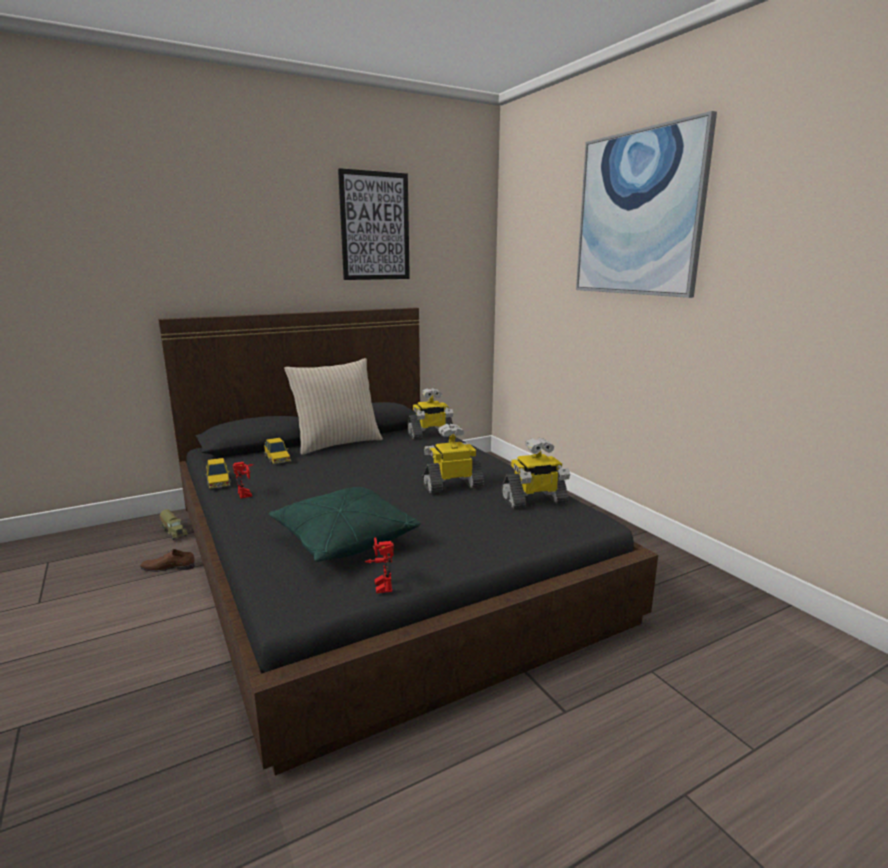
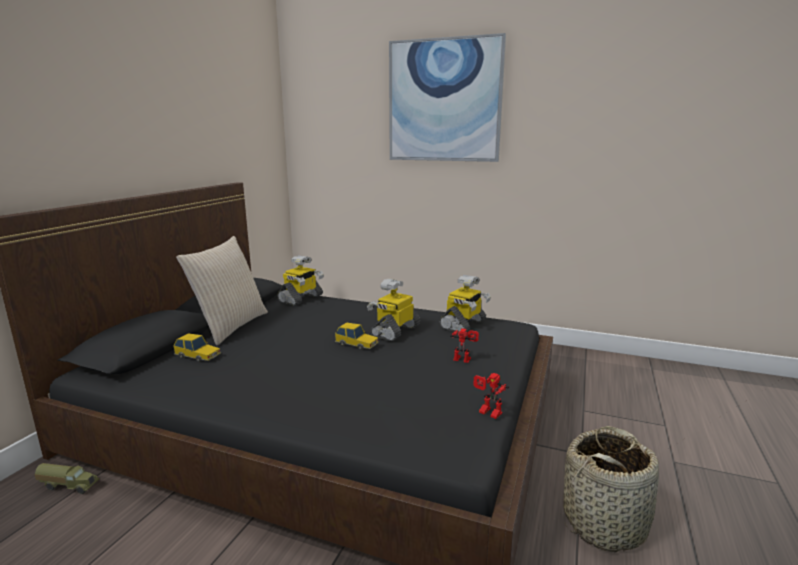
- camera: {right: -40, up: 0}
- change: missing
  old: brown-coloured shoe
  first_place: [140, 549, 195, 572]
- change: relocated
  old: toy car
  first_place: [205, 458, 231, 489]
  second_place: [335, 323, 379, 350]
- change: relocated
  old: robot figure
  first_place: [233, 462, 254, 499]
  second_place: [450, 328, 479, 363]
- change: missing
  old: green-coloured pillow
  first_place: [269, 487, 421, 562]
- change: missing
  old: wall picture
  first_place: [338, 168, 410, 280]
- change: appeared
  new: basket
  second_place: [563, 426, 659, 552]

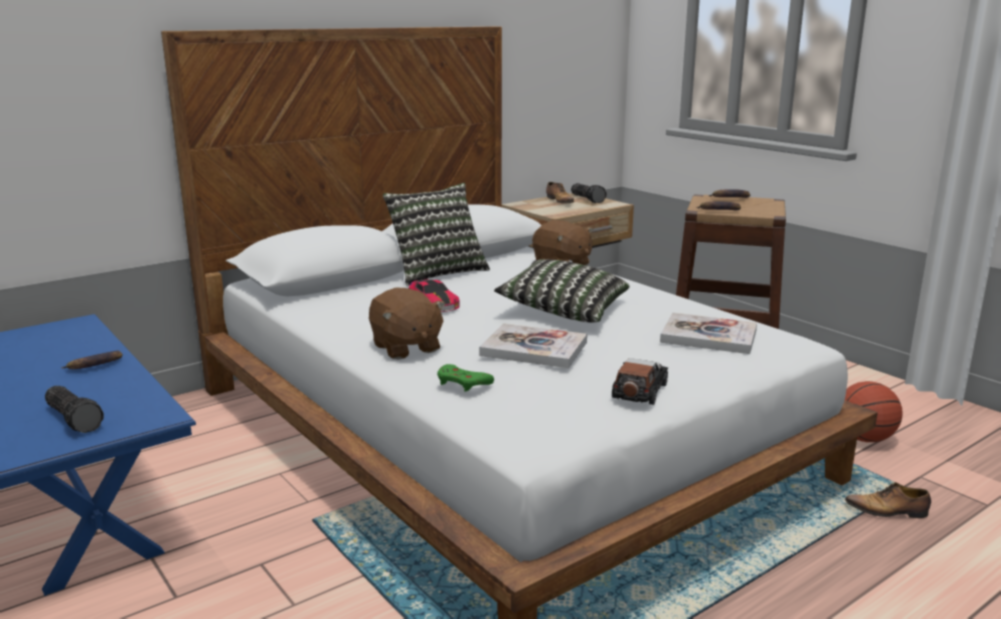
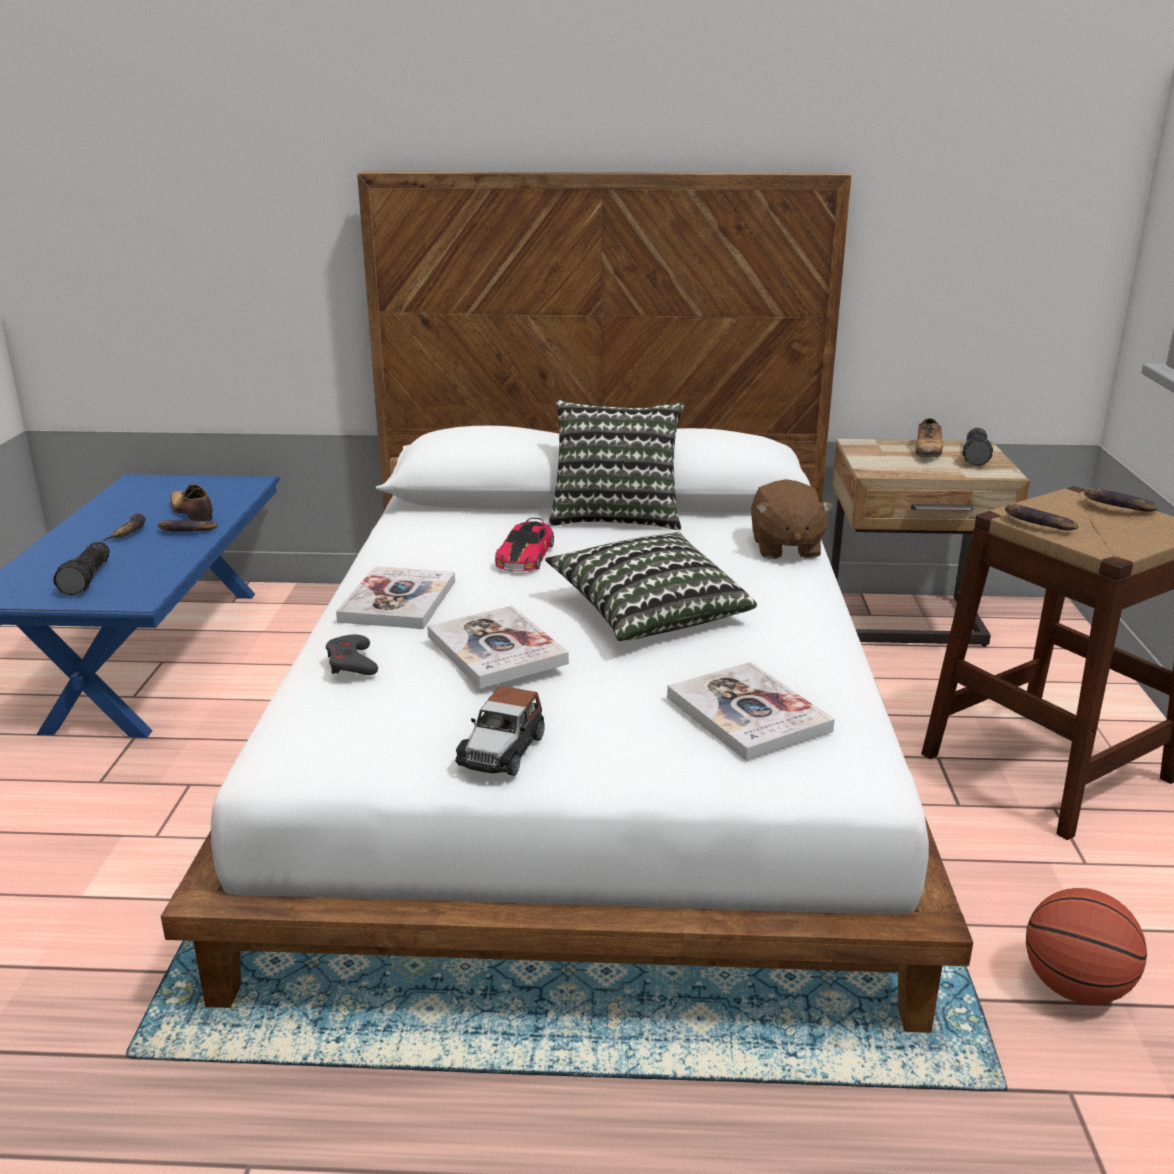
- camera: {right: 40, up: 5}
- change: exchanged
  old: brown-coloured cuddly toy
  new: book
  first_place: [369, 288, 445, 360]
  second_place: [336, 566, 455, 629]
- change: colour
  old: green-coloured game controller
  new: grey game controller
  first_place: [437, 364, 494, 392]
  second_place: [326, 634, 378, 675]
- change: spun
  old: toy car
  first_place: [612, 358, 668, 405]
  second_place: [455, 686, 545, 776]
  degrees: 135
- change: relocated
  old: shoe
  first_place: [845, 482, 931, 518]
  second_place: [171, 484, 213, 521]
- change: appeared
  new: banana
  second_place: [100, 514, 146, 542]

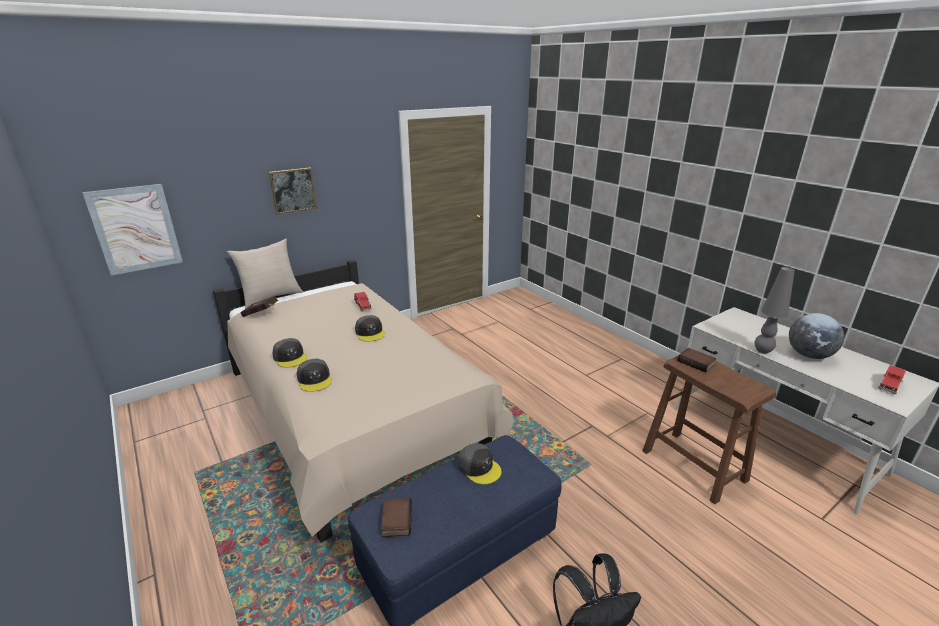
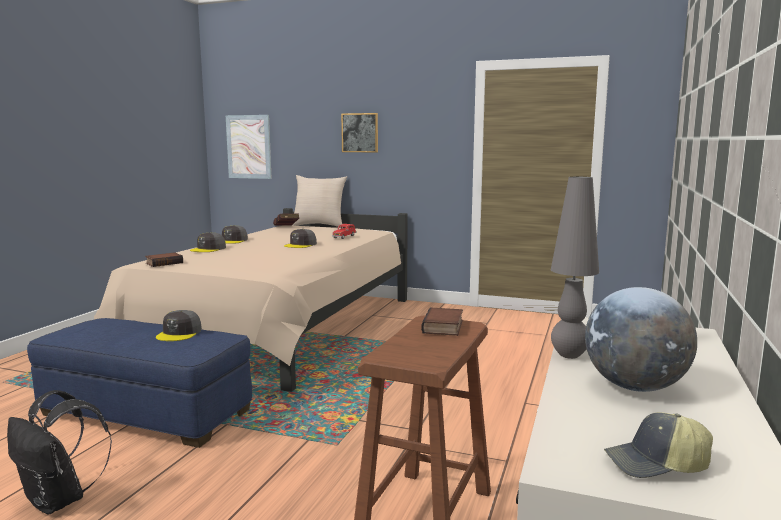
- camera: {right: 55, up: -15}
- change: relocated
  old: book
  first_place: [381, 498, 412, 537]
  second_place: [145, 252, 183, 267]
- change: exchanged
  old: red-coloured toy car
  new: cap
  first_place: [878, 365, 906, 394]
  second_place: [604, 412, 713, 478]

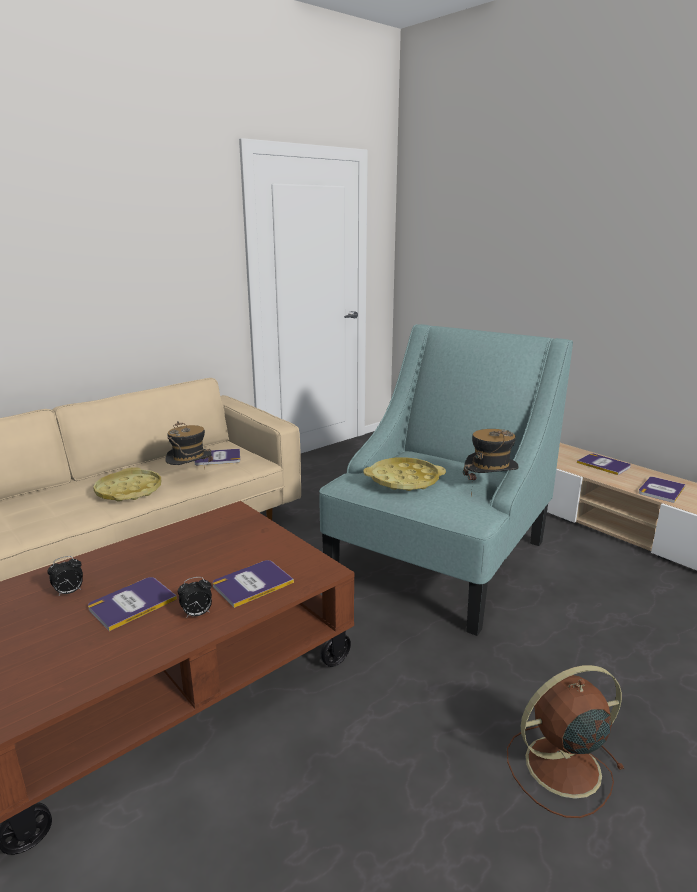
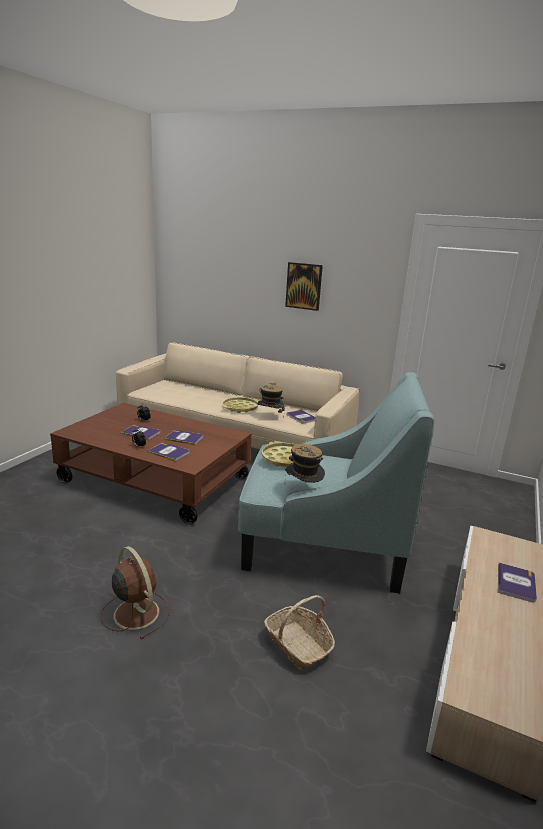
- camera: {right: 65, up: 0}
- change: relocated
  old: book
  first_place: [638, 477, 686, 503]
  second_place: [164, 430, 203, 445]
- change: appeared
  new: basket
  second_place: [264, 595, 335, 670]
- change: appeared
  new: wall picture
  second_place: [285, 262, 323, 311]

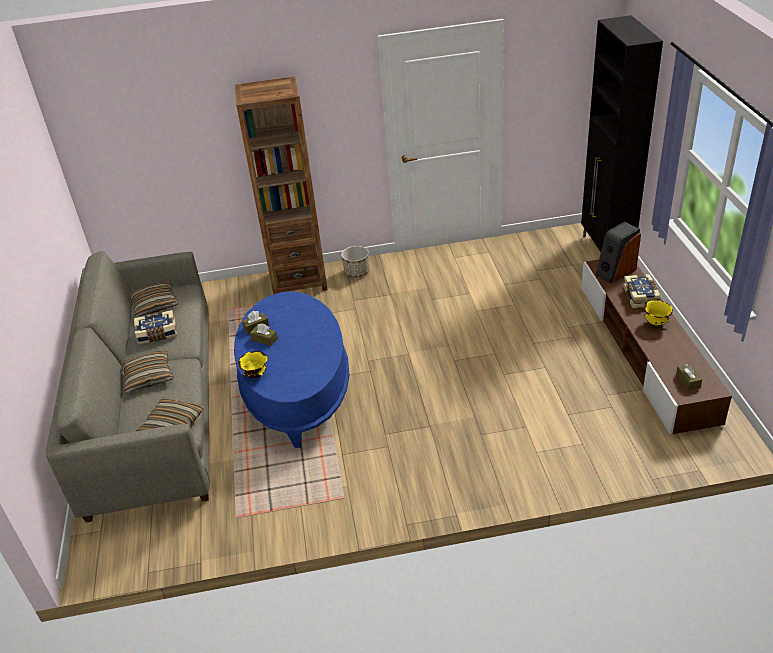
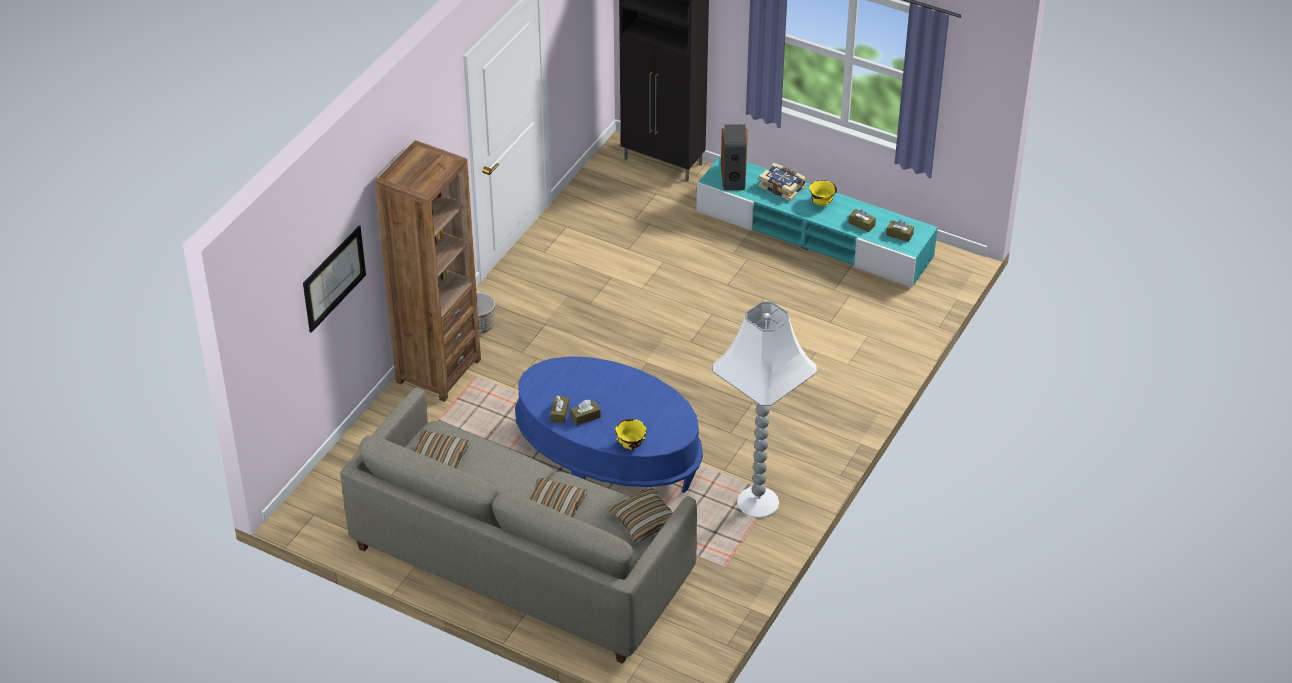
- camera: {right: -55, up: 5}
- change: missing
  old: book
  first_place: [134, 310, 177, 344]
- change: colour
  old: brown-coloured media console
  new: turquoise media console
  first_place: [581, 260, 732, 435]
  second_place: [696, 155, 938, 287]
- change: appeared
  new: wall picture
  second_place: [303, 226, 366, 333]
- change: appeared
  new: whitish standard lamp
  second_place: [713, 301, 817, 518]
- change: appeared
  new: brown-coloured tissue holder
  second_place: [848, 209, 876, 232]

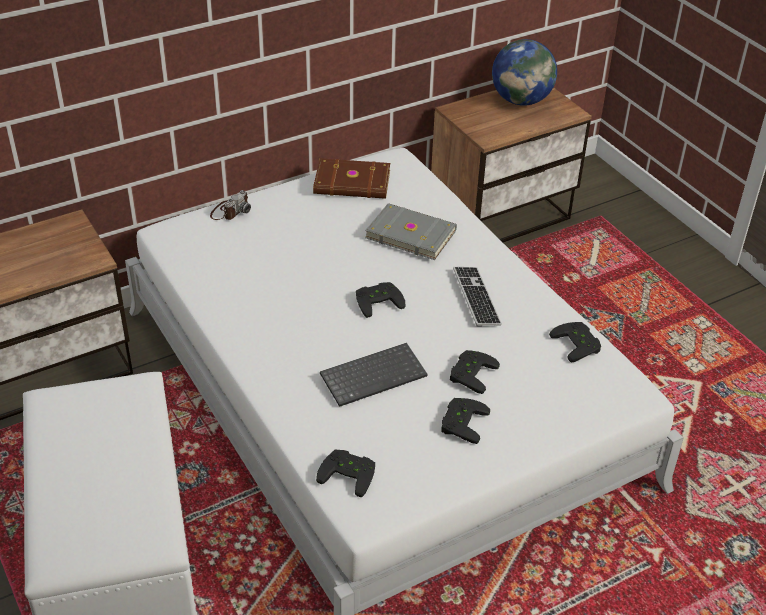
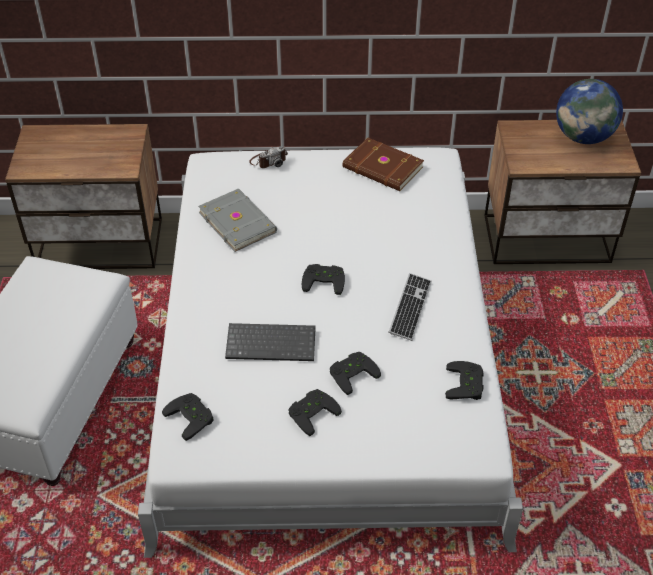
- camera: {right: 30, up: 5}
- change: relocated
  old: grey book
  first_place: [365, 203, 457, 260]
  second_place: [198, 189, 277, 252]

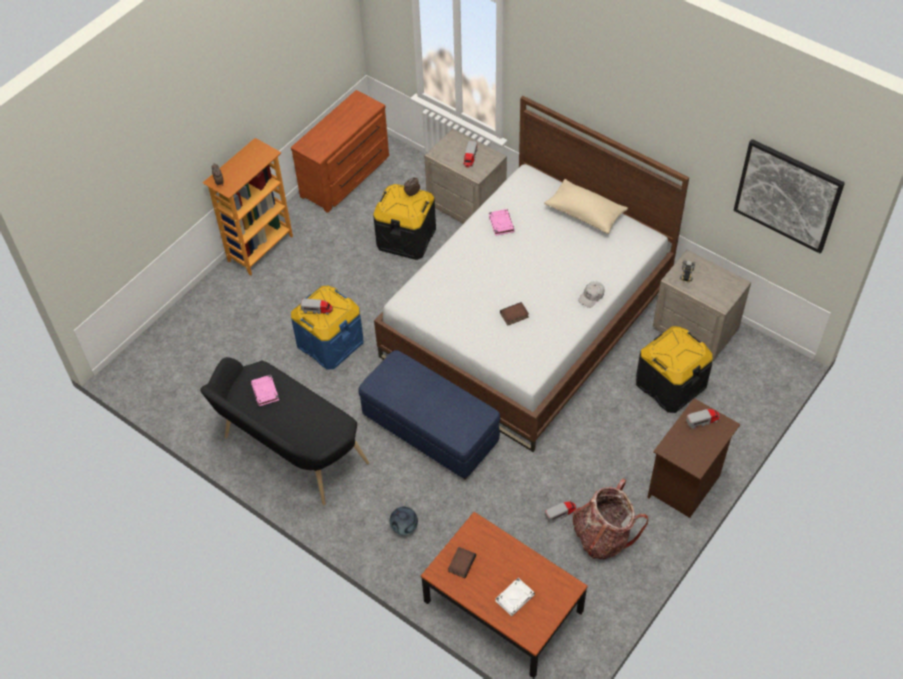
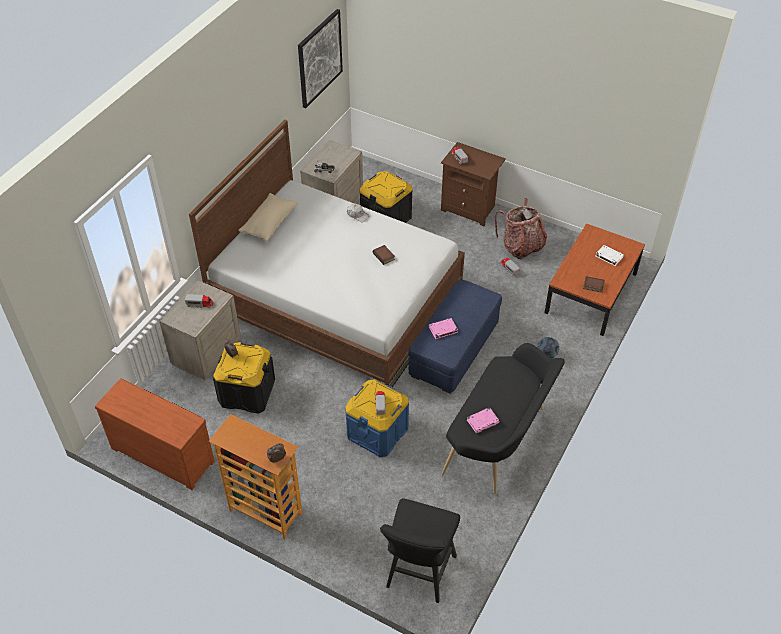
- camera: {right: -100, up: -5}
- change: relocated
  old: pinkish book
  first_place: [489, 209, 515, 236]
  second_place: [429, 318, 458, 339]
- change: appeared
  new: blackish sitting stool
  second_place: [380, 498, 460, 603]

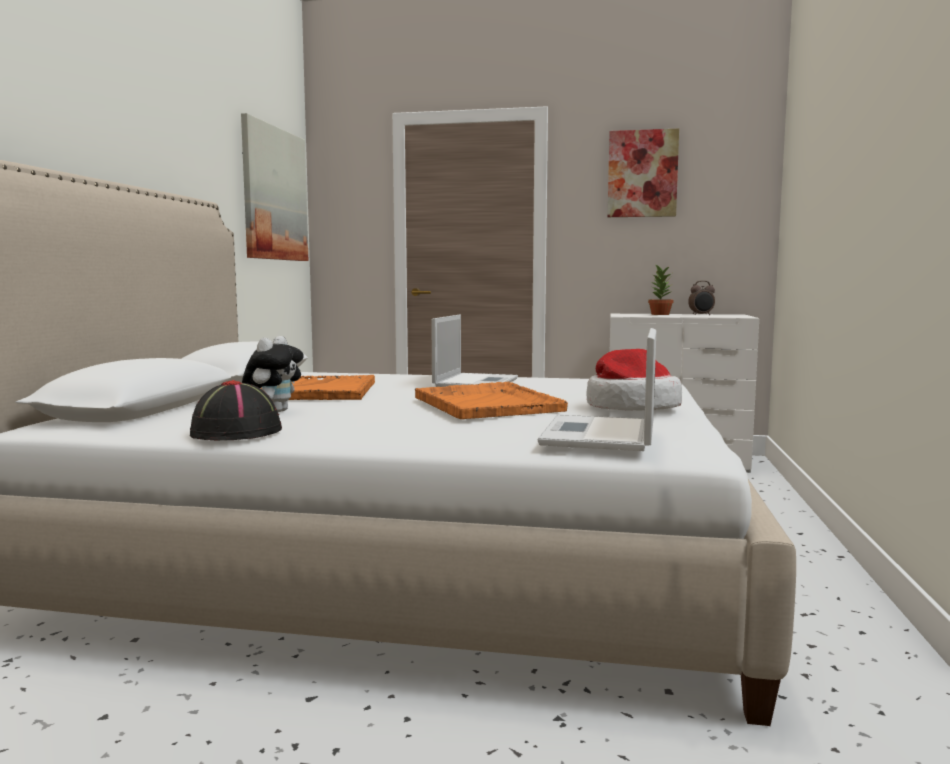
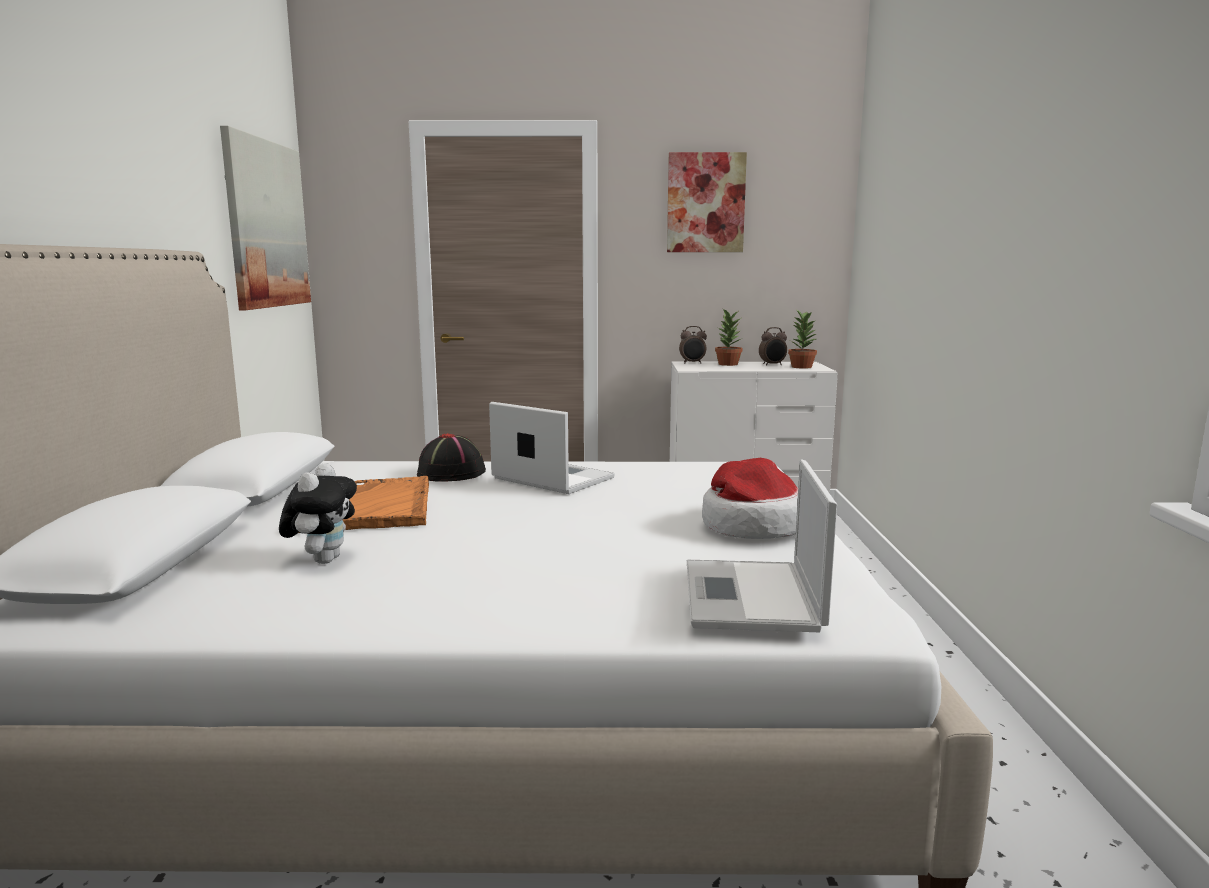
- camera: {right: -10, up: 5}
- change: relocated
  old: blackish clothing hat
  first_place: [190, 380, 282, 441]
  second_place: [417, 433, 486, 482]
- change: missing
  old: orange tray
  first_place: [415, 382, 568, 419]
- change: spun
  old: laptop
  first_place: [431, 314, 518, 387]
  second_place: [489, 402, 615, 494]
  degrees: -60
- change: appeared
  new: alarm clock
  second_place: [679, 326, 707, 364]
- change: appeared
  new: houseplant
  second_place: [788, 309, 818, 369]

